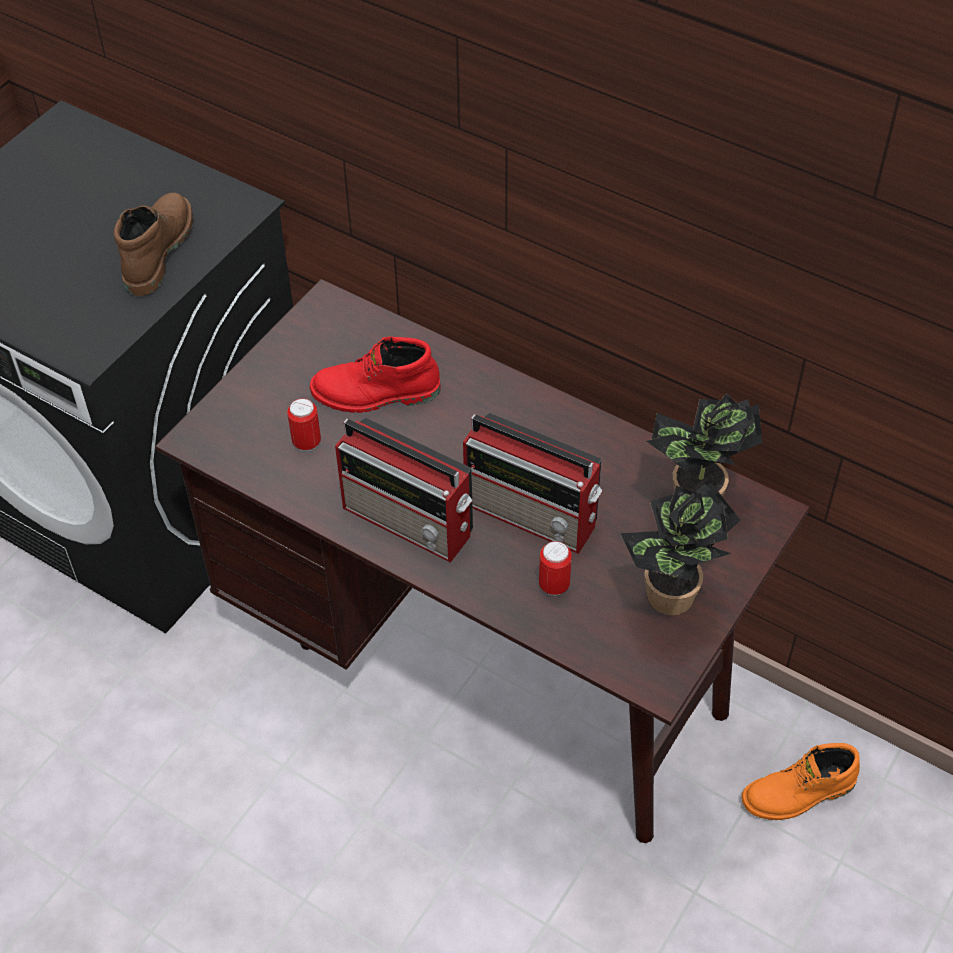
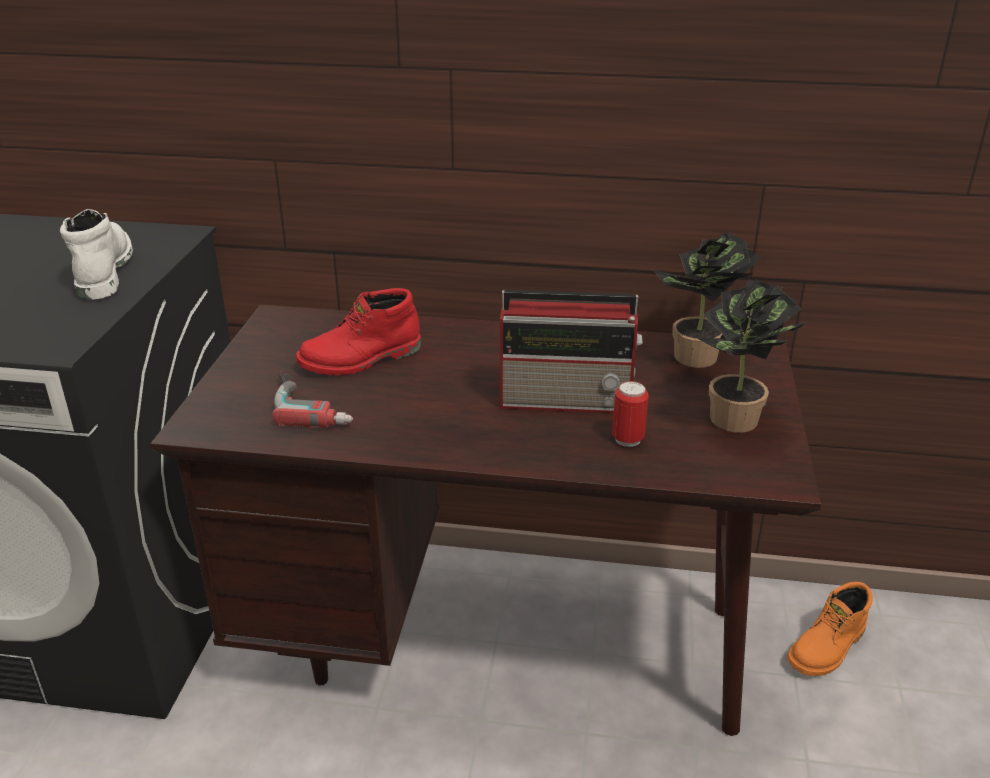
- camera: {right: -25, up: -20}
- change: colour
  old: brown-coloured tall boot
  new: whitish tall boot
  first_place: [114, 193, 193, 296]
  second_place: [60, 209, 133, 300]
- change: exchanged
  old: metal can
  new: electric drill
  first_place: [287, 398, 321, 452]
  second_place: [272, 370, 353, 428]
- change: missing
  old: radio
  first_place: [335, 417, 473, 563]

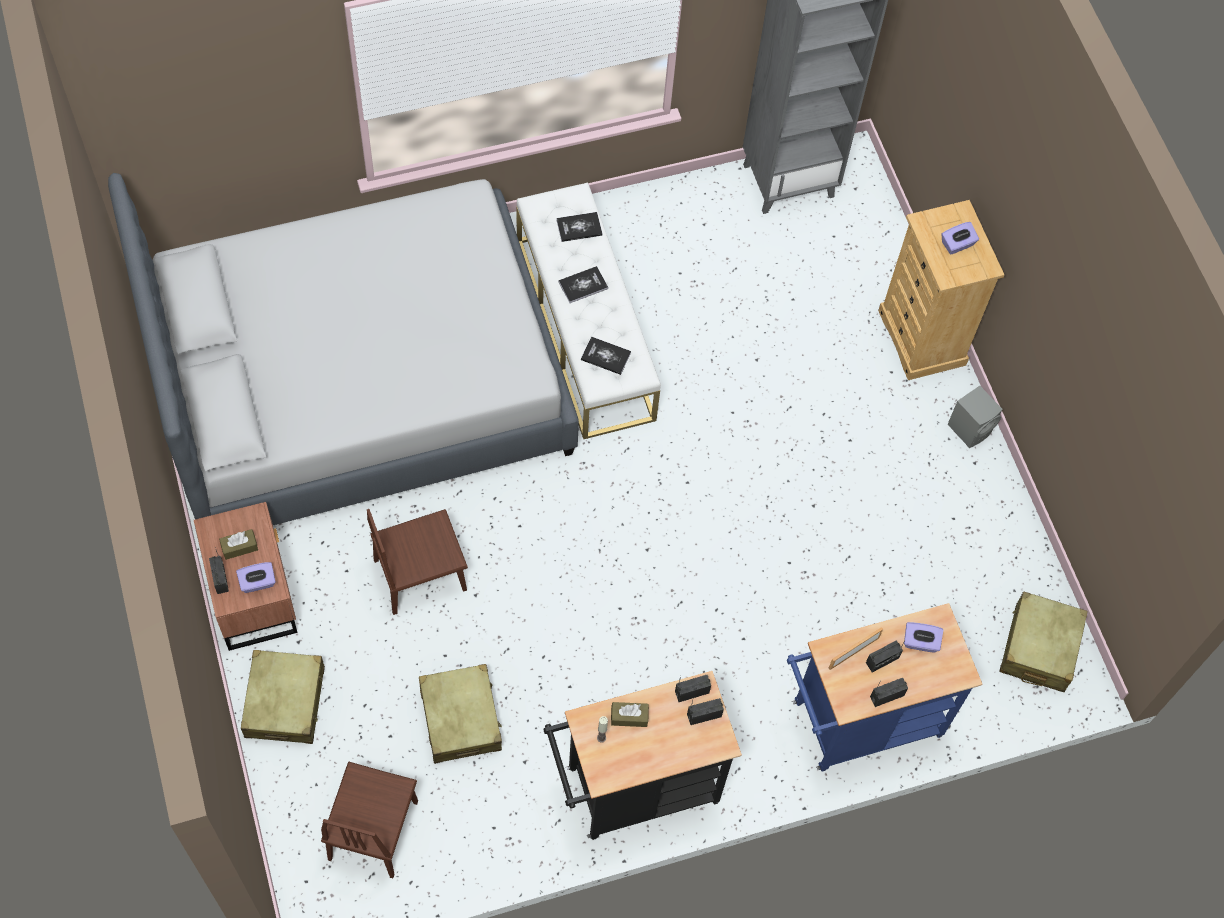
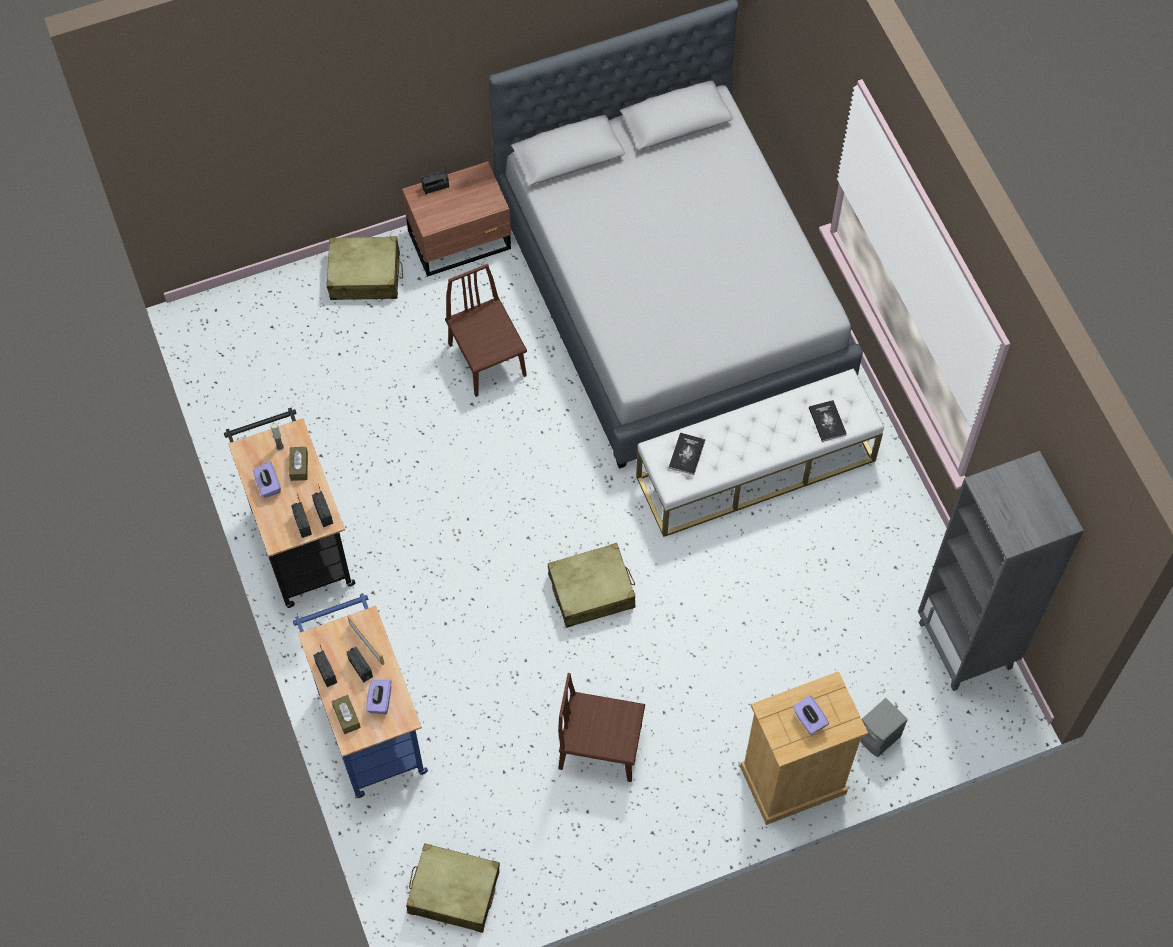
- camera: {right: 90, up: 0}
- change: relocated
  old: brown-coloured tissue holder
  first_place: [219, 529, 258, 560]
  second_place: [332, 695, 361, 734]
- change: relocated
  old: purple-coloured tissue holder
  first_place: [236, 562, 276, 593]
  second_place: [253, 461, 281, 498]
- change: relocated
  old: brown-coloured chair
  first_place: [321, 762, 418, 878]
  second_place: [558, 673, 645, 782]
- change: relocated
  old: beige piece of luggage
  first_place: [419, 664, 502, 764]
  second_place: [548, 543, 636, 628]
- change: missing
  old: book
  first_place: [558, 266, 608, 303]
- change: relocated
  old: grey audio speaker
  first_place: [948, 386, 1002, 448]
  second_place: [860, 698, 908, 757]

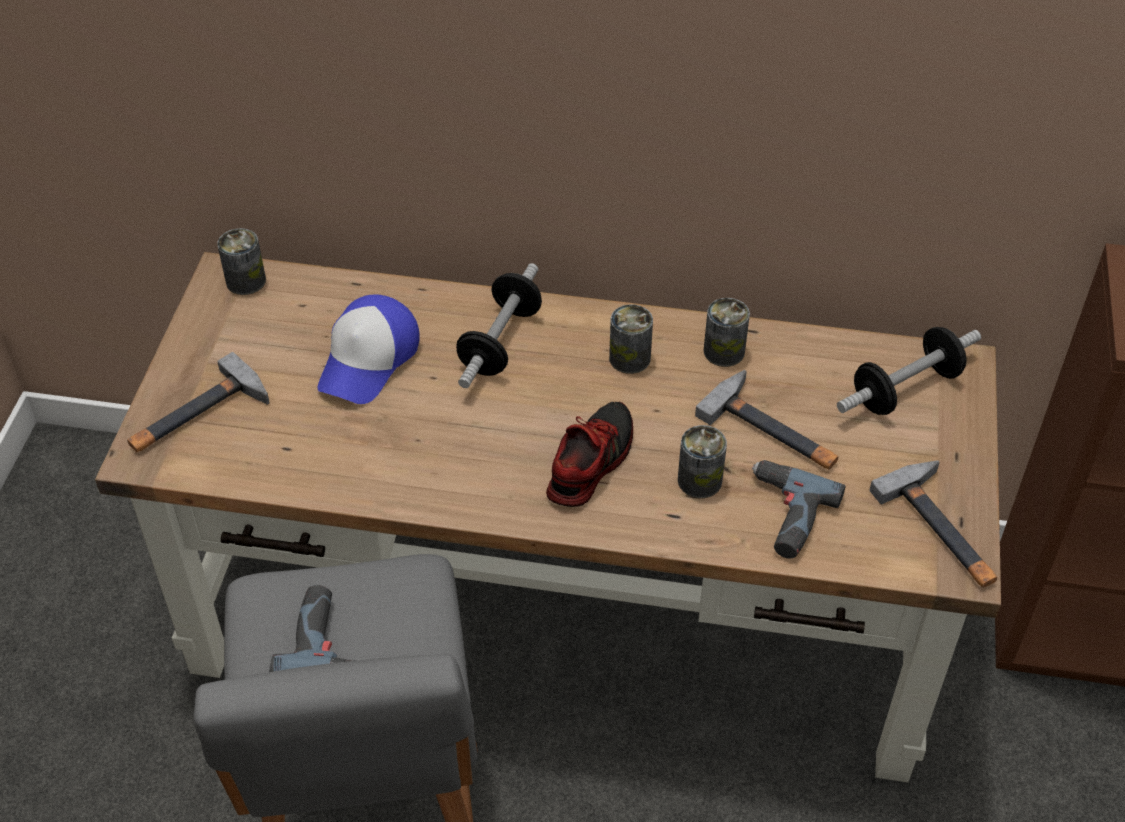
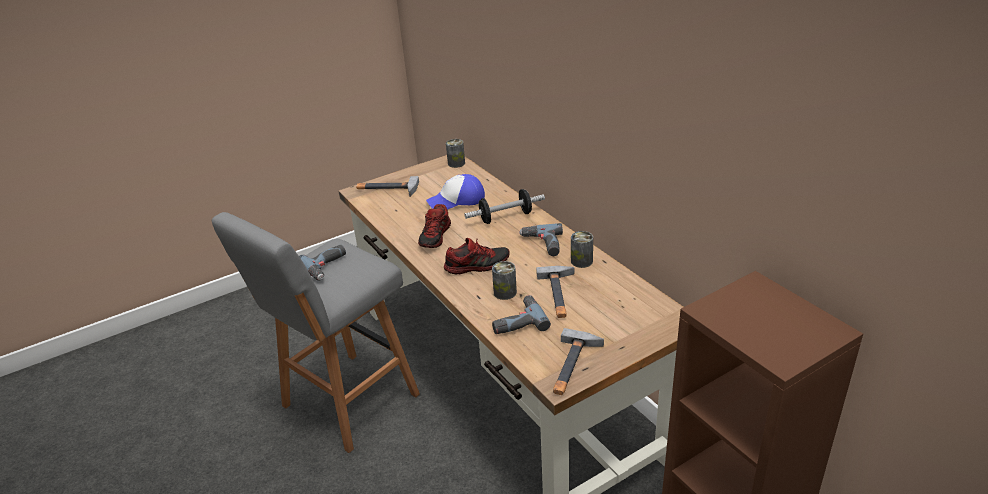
- camera: {right: 50, up: -15}
- change: exchanged
  old: metal can
  new: electric drill
  first_place: [609, 305, 653, 374]
  second_place: [519, 223, 563, 256]
- change: missing
  old: hand weight
  first_place: [837, 327, 981, 415]
- change: appeared
  new: shoe
  second_place: [418, 204, 451, 248]

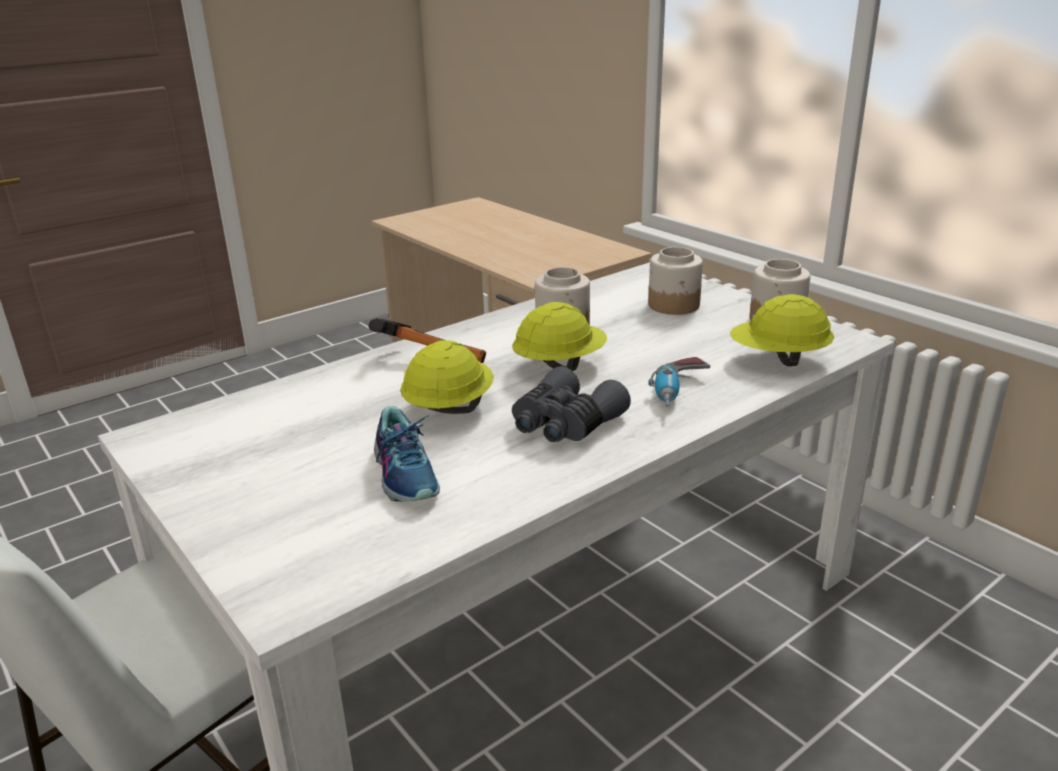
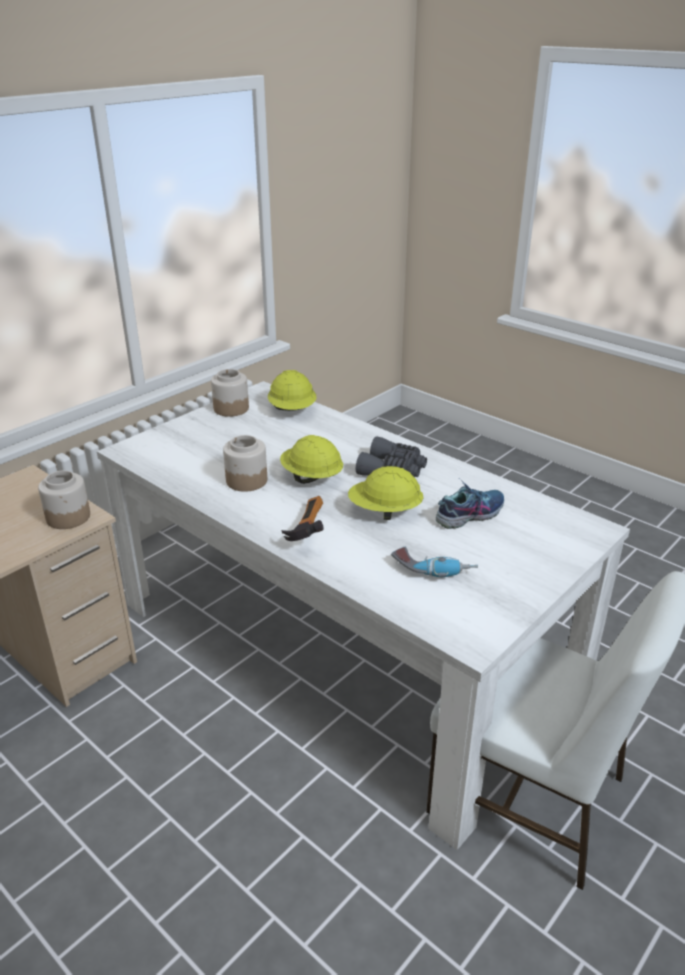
- camera: {right: -100, up: 5}
- change: relocated
  old: preserve jar
  first_place: [648, 247, 703, 315]
  second_place: [38, 470, 90, 529]
- change: relocated
  old: electric drill
  first_place: [649, 357, 710, 408]
  second_place: [391, 546, 478, 577]

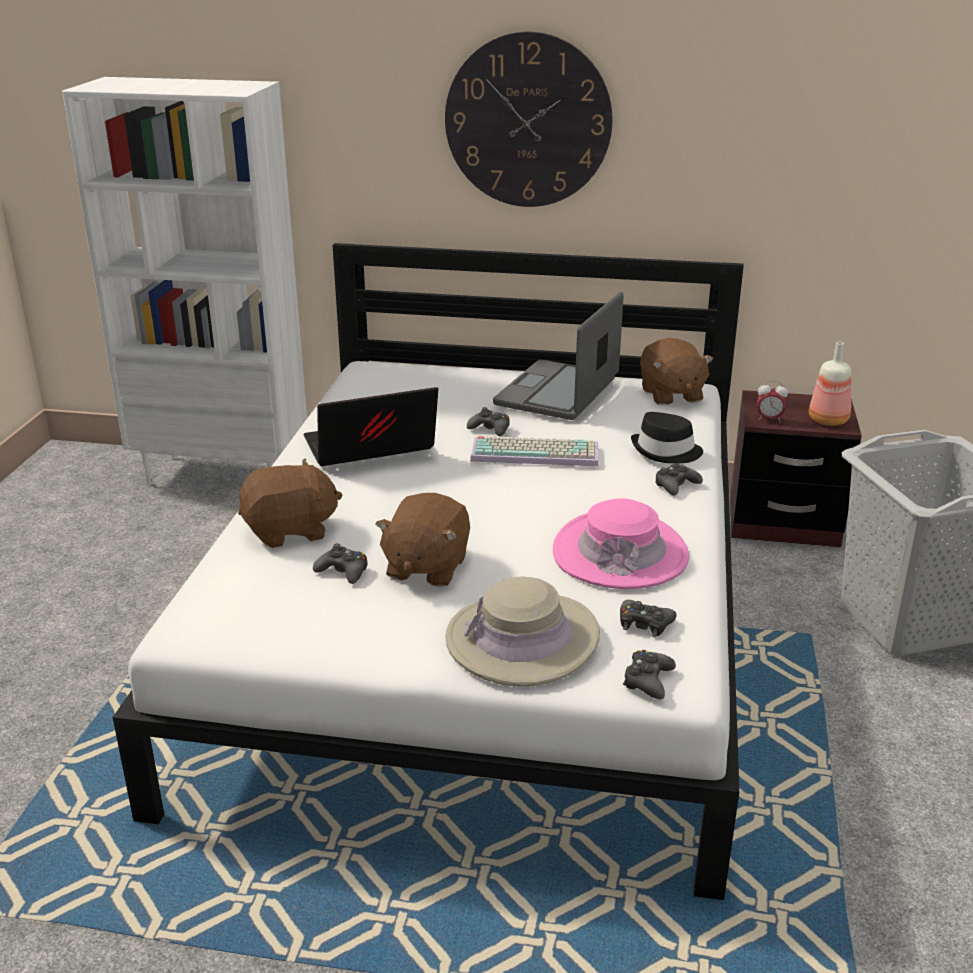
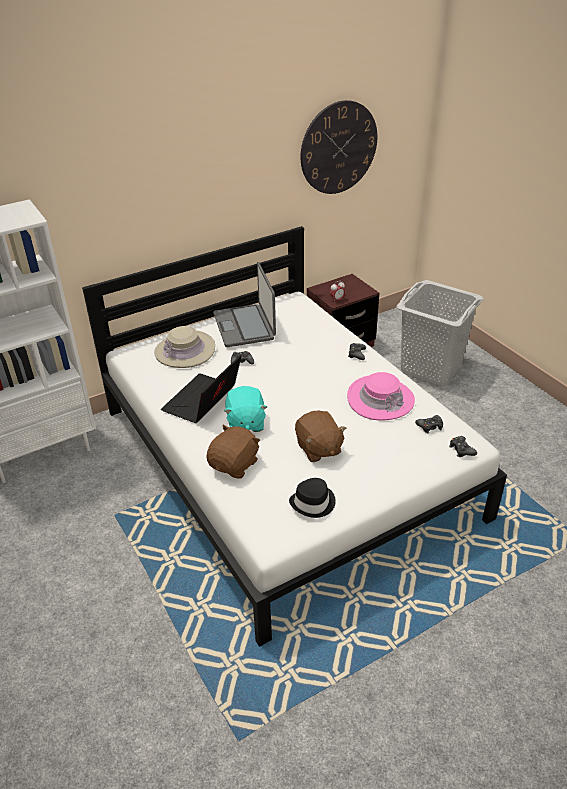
- camera: {right: -40, up: 10}
- change: missing
  old: blackish game controller
  first_place: [313, 543, 367, 584]
- change: relocated
  old: hanging clock
  first_place: [445, 32, 613, 207]
  second_place: [301, 100, 377, 194]
- change: relocated
  old: beige clothing hat
  first_place: [445, 576, 600, 687]
  second_place: [154, 326, 215, 368]
- change: missing
  old: PC keyboard
  first_place: [470, 436, 598, 466]
- change: relocated
  old: blackish clothing hat
  first_place: [631, 412, 703, 463]
  second_place: [289, 478, 336, 518]
- change: missing
  old: brown-coloured cuddly toy
  first_place: [640, 338, 713, 405]
- change: missing
  old: drink bottle
  first_place: [809, 342, 851, 426]
- change: appeared
  new: turquoise cuddly toy
  second_place: [224, 386, 267, 432]

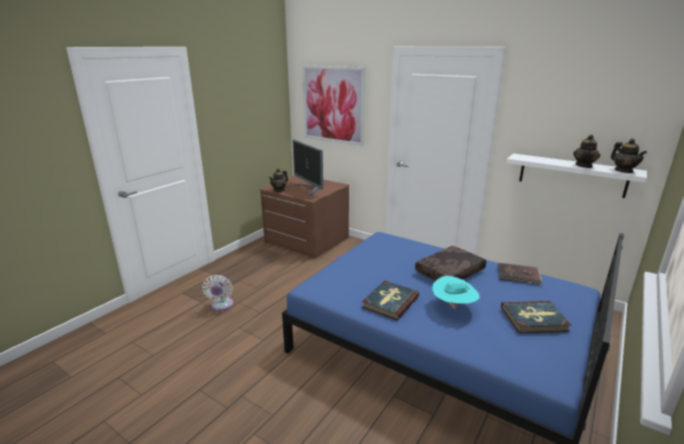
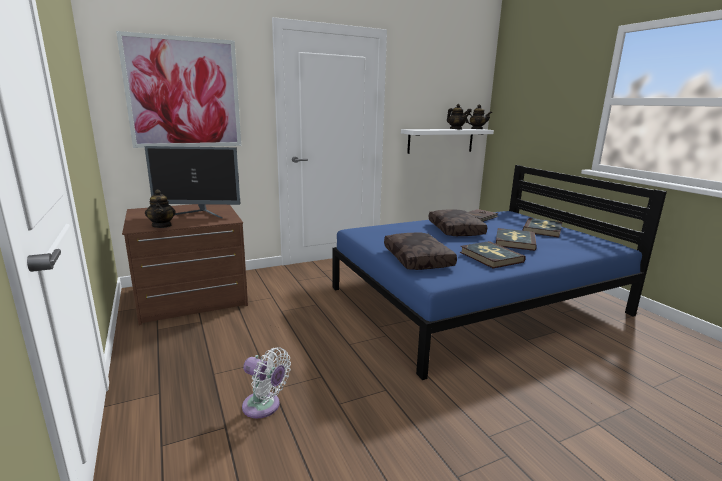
- camera: {right: -60, up: -5}
- change: exchanged
  old: turquoise clothing hat
  new: book
  first_place: [432, 276, 480, 309]
  second_place: [496, 228, 537, 251]
- change: appeared
  new: brown-coloured pillow
  second_place: [384, 232, 457, 270]

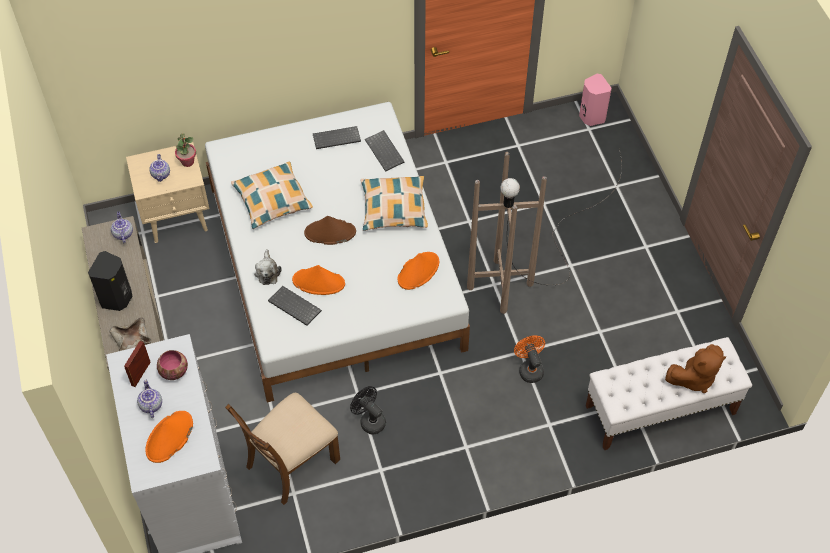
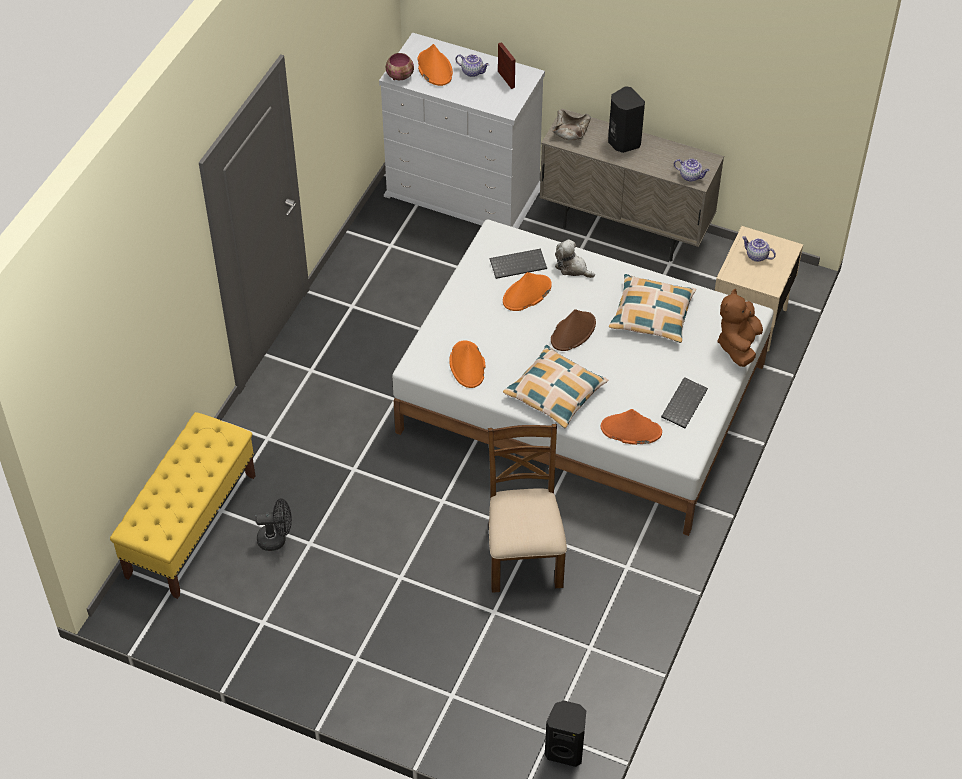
- camera: {right: 130, up: -5}
- change: relocated
  old: serving bowl
  first_place: [157, 350, 188, 380]
  second_place: [386, 53, 414, 80]
- change: missing
  old: houseplant
  first_place: [175, 133, 196, 167]
- change: relocated
  old: brown-coloured chair
  first_place: [225, 393, 340, 505]
  second_place: [488, 424, 567, 593]
- change: relocated
  old: blackish electric fan
  first_place: [350, 386, 386, 434]
  second_place: [255, 498, 292, 551]
- change: exchanged
  old: PC keyboard
  new: orange clothing hat
  first_place: [365, 130, 405, 172]
  second_place: [601, 409, 662, 445]
- change: missing
  old: brown-coloured standard lamp
  first_place: [467, 149, 622, 314]
- change: missing
  old: orange electric fan
  first_place: [514, 335, 545, 383]
- change: colour
  old: pinkish audio speaker
  new: blackish audio speaker
  first_place: [579, 74, 612, 126]
  second_place: [545, 701, 586, 767]
- change: colour
  old: whitish long seat
  new: yellow long seat
  first_place: [586, 337, 752, 450]
  second_place: [110, 412, 256, 599]
- change: relocated
  old: brown-coloured cuddly toy
  first_place: [665, 344, 726, 393]
  second_place: [718, 289, 763, 367]

